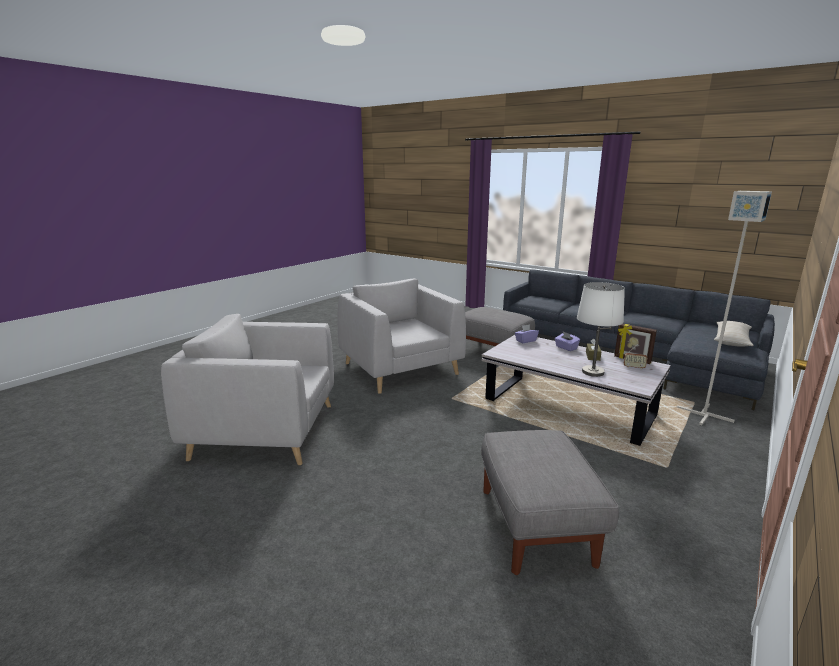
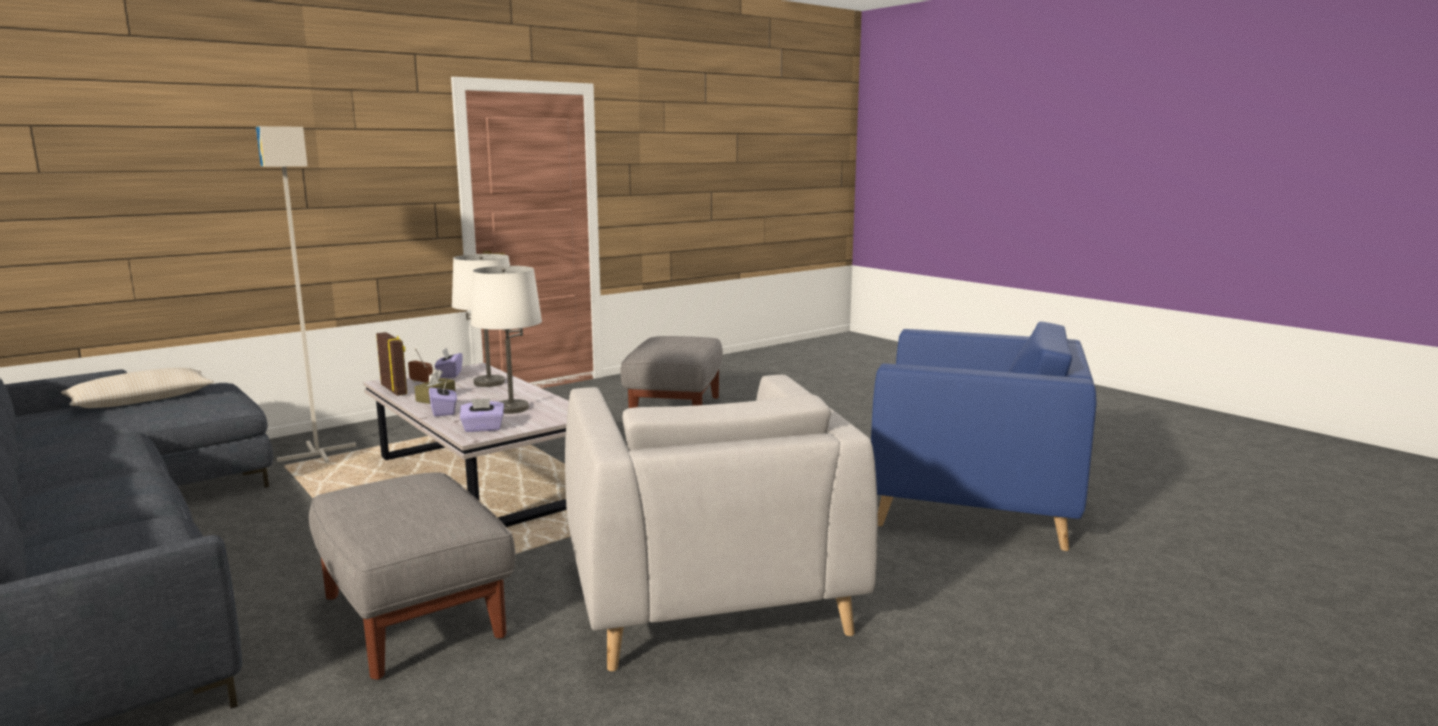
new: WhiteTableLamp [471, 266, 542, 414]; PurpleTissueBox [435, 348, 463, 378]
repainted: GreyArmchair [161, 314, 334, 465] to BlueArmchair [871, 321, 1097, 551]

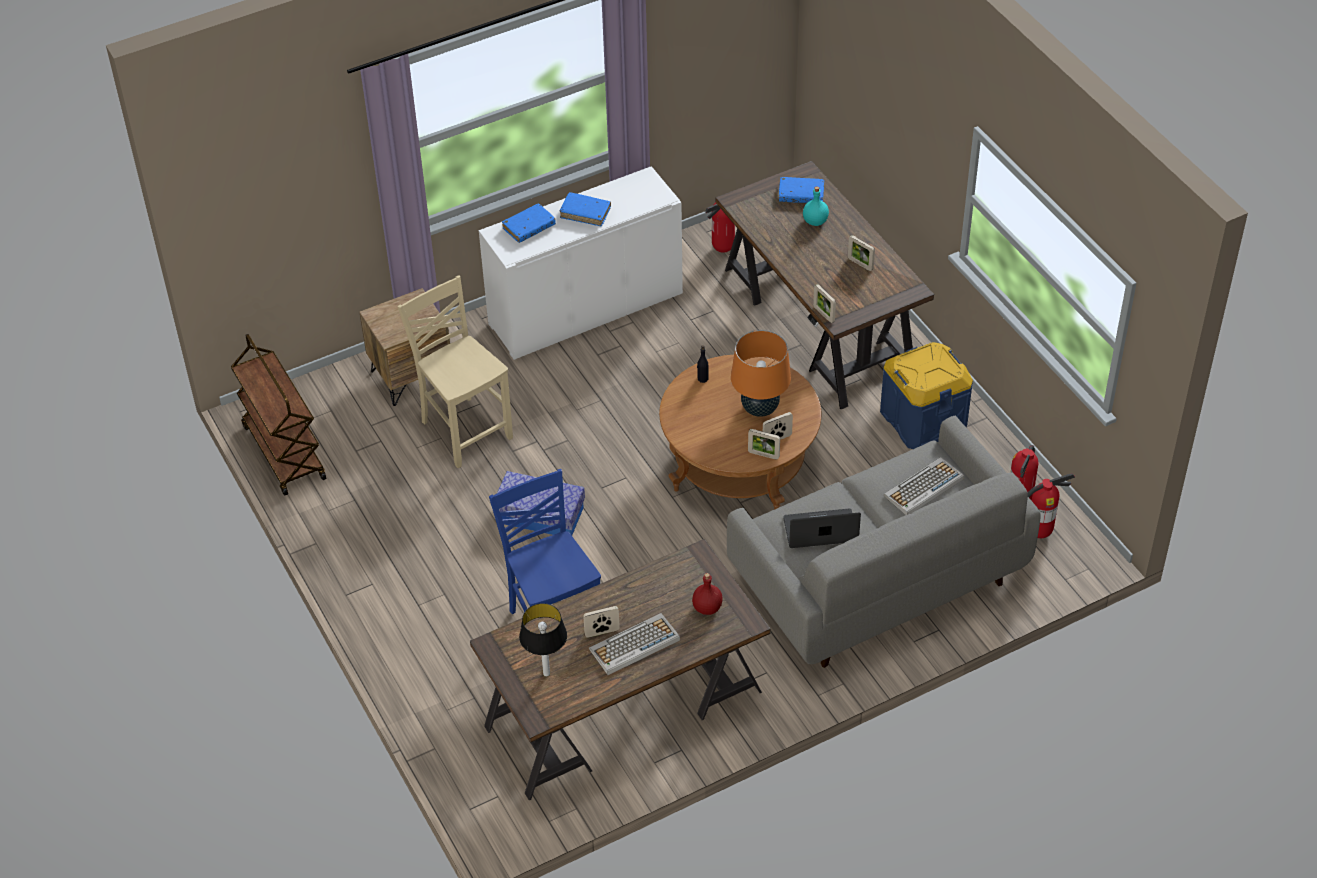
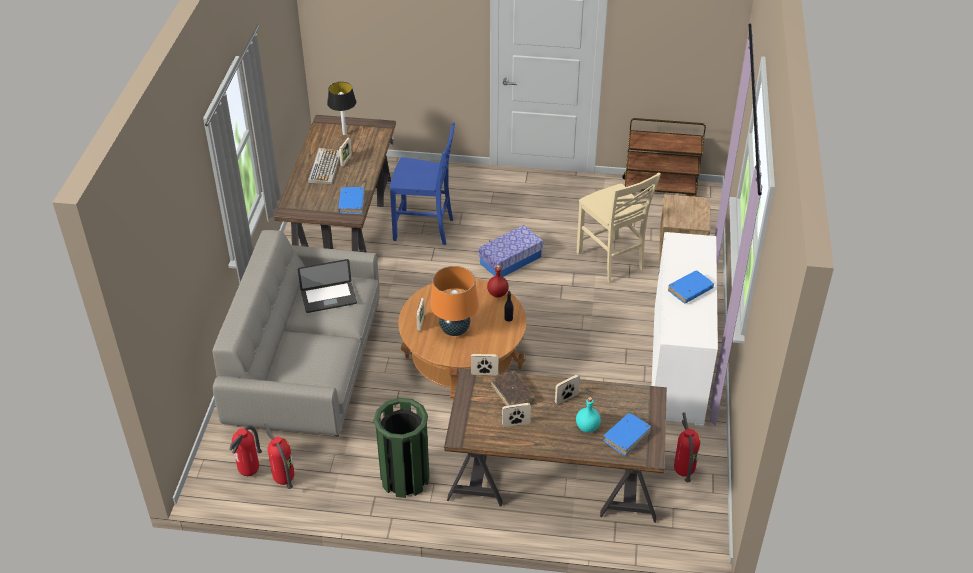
gone: Keyboard [884, 457, 964, 515]
new: BrownBook [491, 371, 535, 406]
shifted: BlueBook [502, 204, 556, 243] to [338, 187, 365, 214]; PictureFrame [748, 429, 780, 460] to [555, 374, 580, 405]; RedBottle [692, 573, 723, 615] to [487, 265, 509, 297]
swapped: BlueStorageBox [880, 342, 973, 449] to GreenTrashCan [374, 398, 430, 498]
rotated: BeigeChair [398, 275, 513, 468] = [577, 172, 661, 283] 60 degrees clockwise; Laptop [783, 508, 861, 548] = [298, 259, 357, 313] 45 degrees clockwise

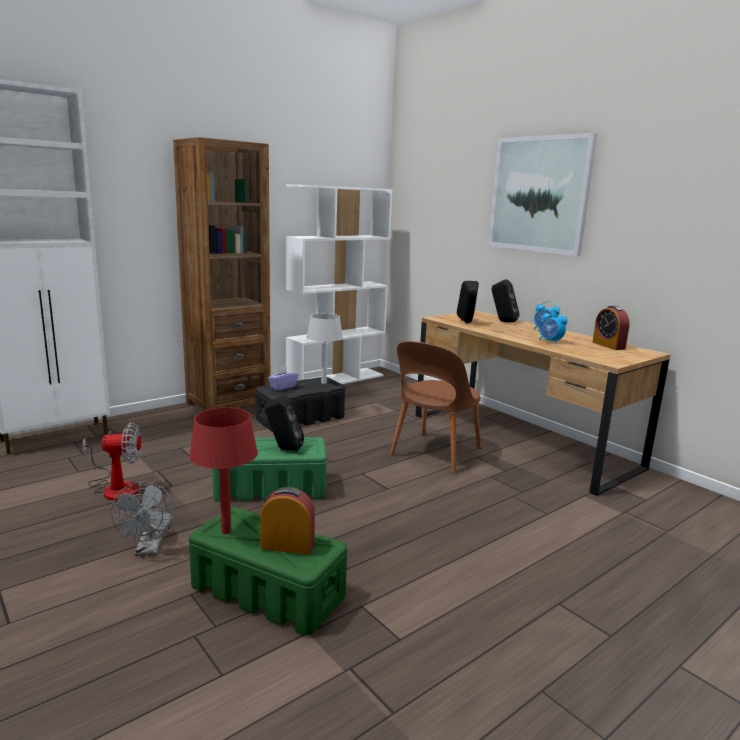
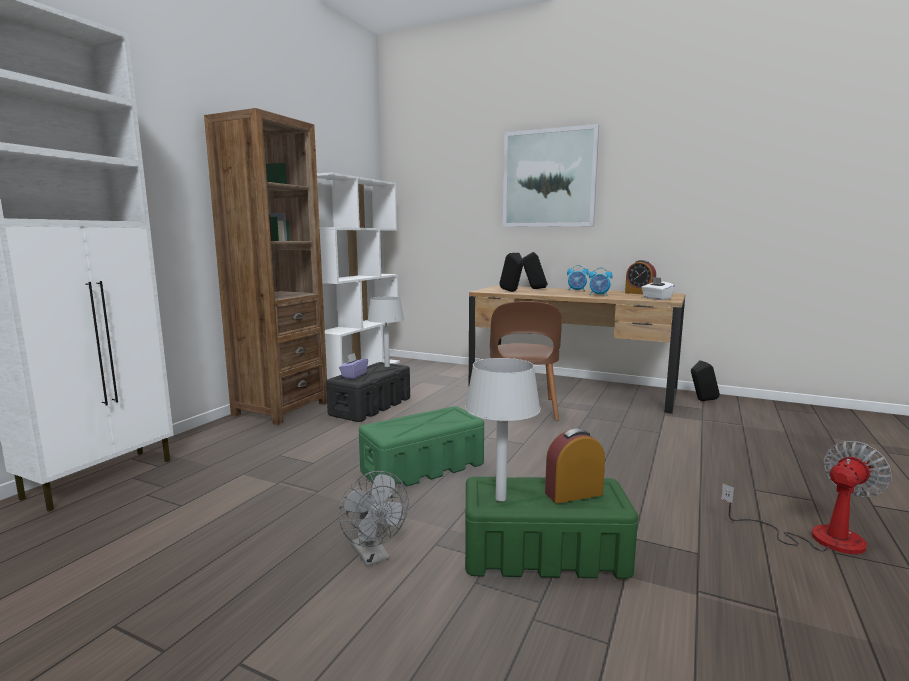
new: WhiteTissueBox [641, 277, 675, 300]
shifted: BlackSpeaker [264, 395, 304, 451] to [691, 360, 720, 401]; Fan [82, 422, 142, 501] to [721, 441, 892, 554]
repainted: RedTableLamp [189, 408, 258, 534] to GreyTableLamp [465, 358, 541, 501]

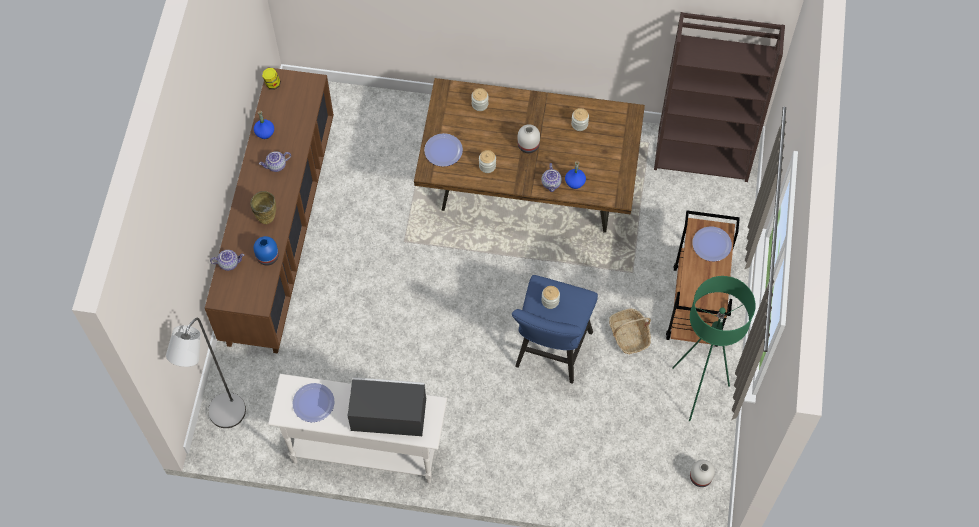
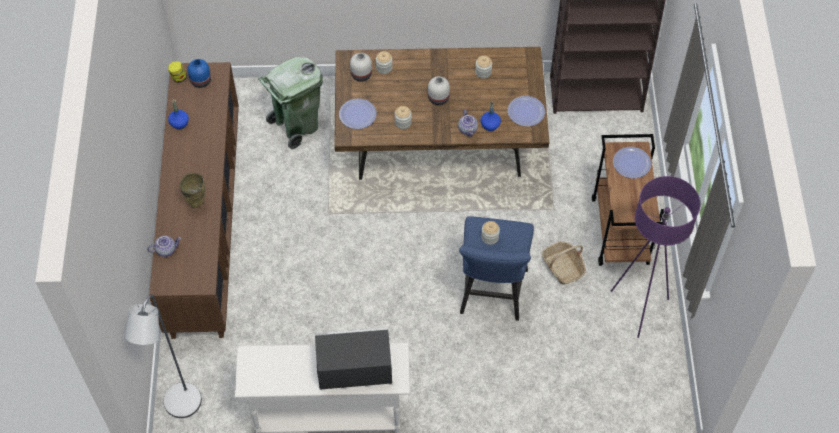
gone: Teapot [259, 151, 291, 172]
new: GreenTrashCan [258, 57, 323, 149]
shifted: BlueVase [254, 236, 279, 266] to [188, 59, 211, 88]; Plate [293, 383, 334, 422] to [508, 96, 545, 126]; WhiteVase [690, 460, 715, 487] to [350, 53, 372, 82]
repainted: GreenFloorLamp [672, 276, 756, 421] to PurpleFloorLamp [611, 176, 700, 338]

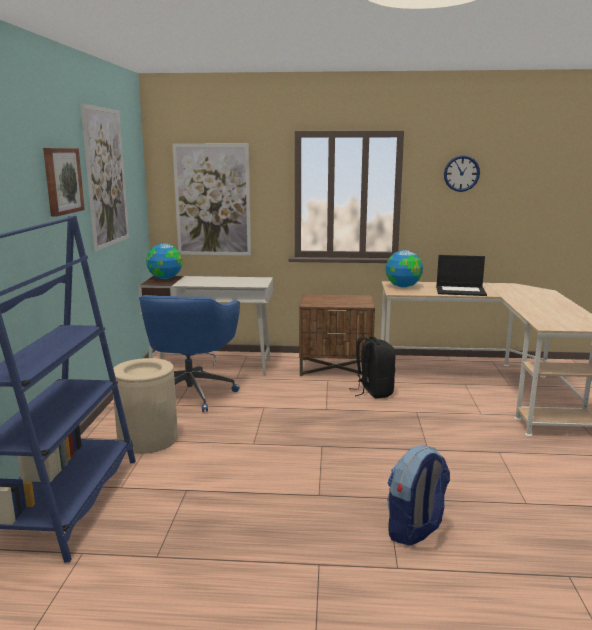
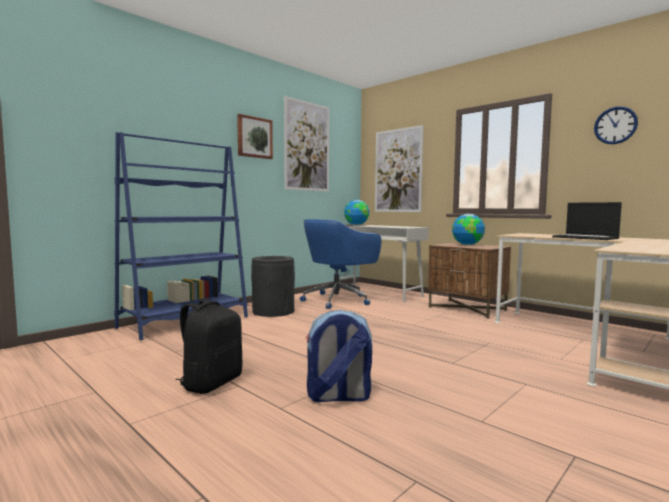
shifted: Globe [386, 250, 423, 288] to [452, 214, 485, 245]; BlackBackpack [349, 337, 395, 399] to [176, 299, 242, 394]
repainted: BeigeTrashCan [113, 358, 178, 454] to BlackTrashCan [251, 256, 295, 317]

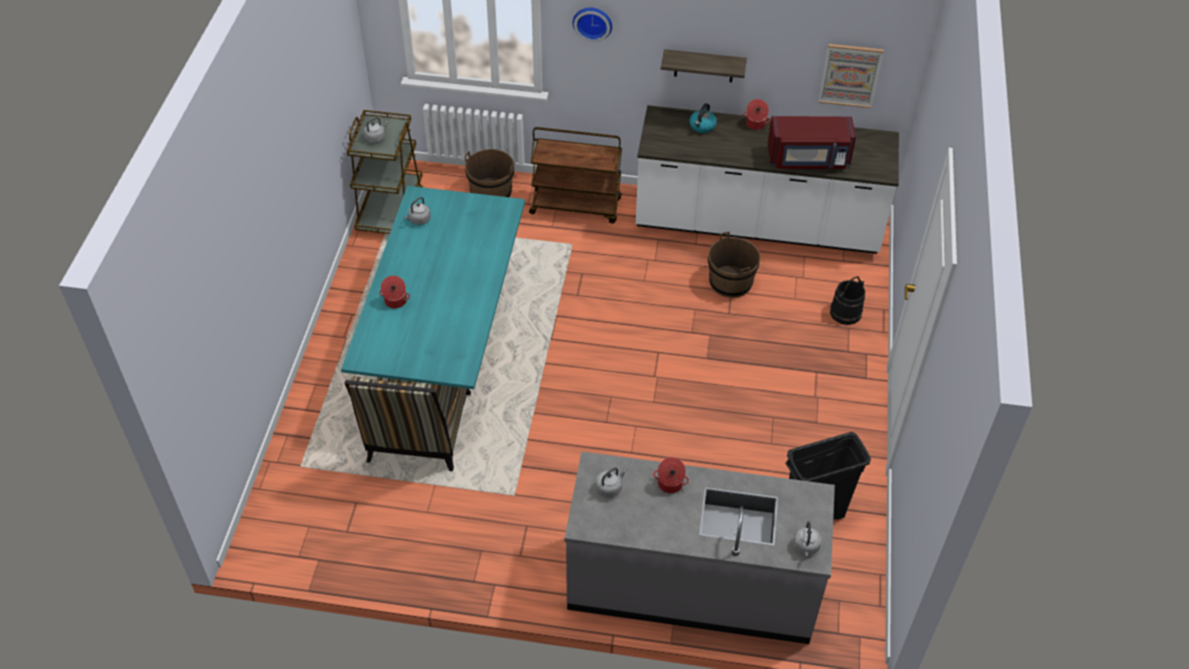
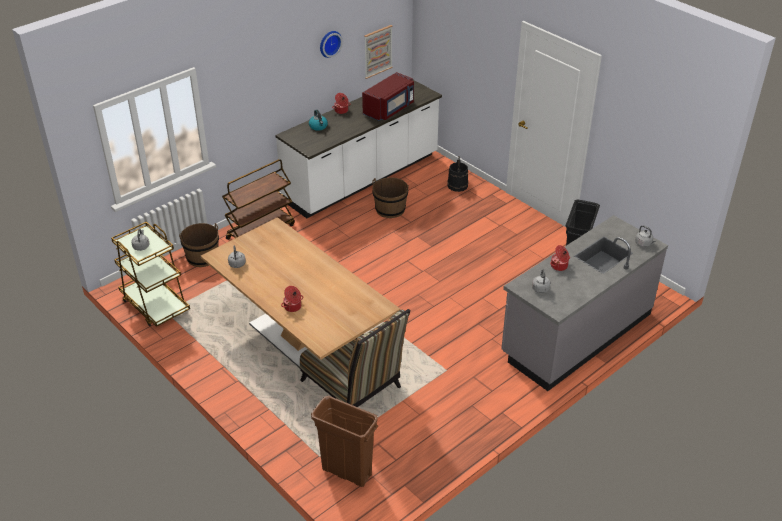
gone: Shelf [661, 49, 747, 83]
new: BrownTrashCan [311, 395, 378, 487]
shifted: WallClock [573, 8, 612, 42] to [320, 31, 343, 58]
repainted: TurquoiseDiningTable [341, 186, 525, 403] to BeigeDiningTable [201, 217, 400, 368]

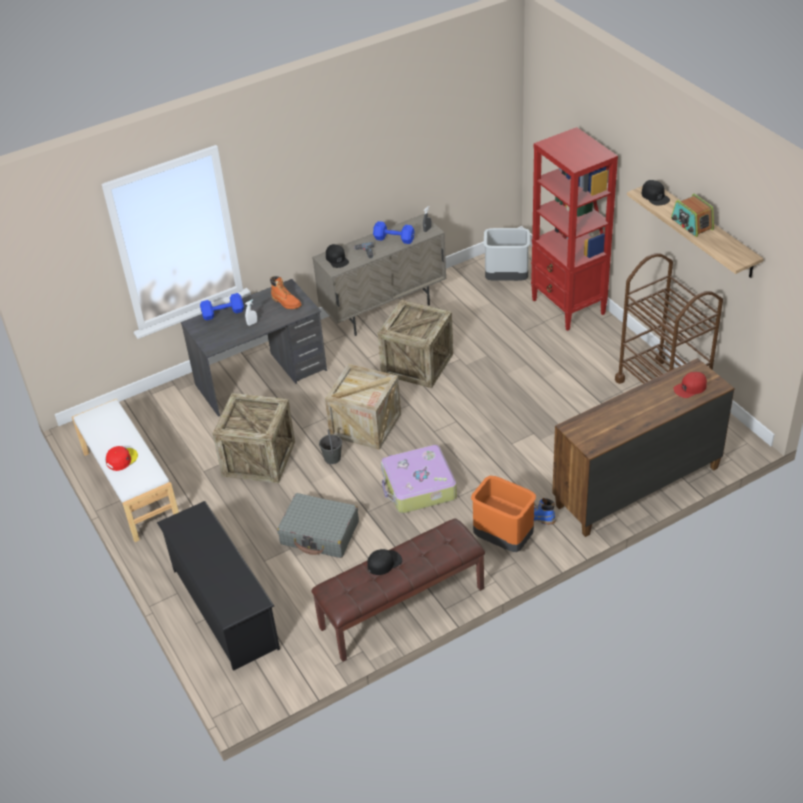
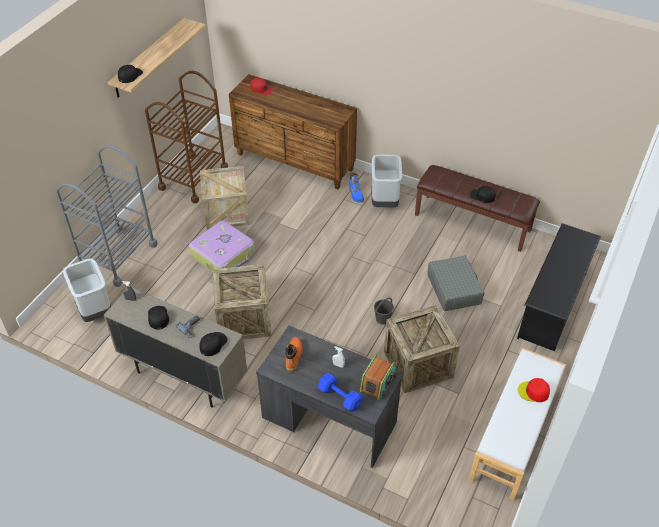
shifted: Radio [671, 194, 714, 237] to [360, 355, 397, 401]; Crate [325, 364, 401, 450] to [200, 166, 250, 230]; Suitcase [381, 445, 457, 513] to [189, 221, 255, 272]
swapped: RedBookcase [531, 127, 618, 331] to GreyCart [55, 145, 157, 287]; BlueDumbbell [373, 221, 415, 244] to BlackCap [148, 306, 169, 330]
repainted: OrangeTrashCan [471, 476, 536, 552] to GreyTrashCan [372, 154, 402, 207]

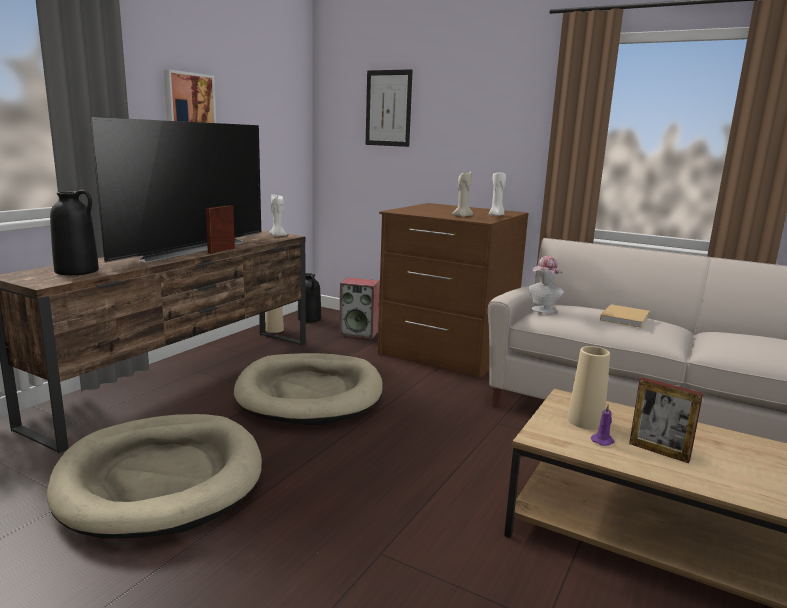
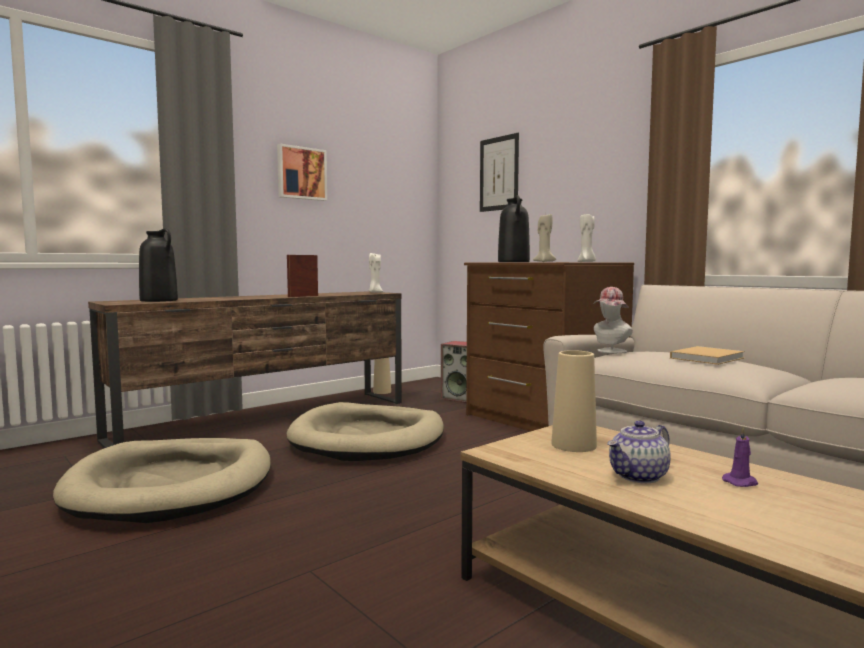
gone: Television [90, 117, 261, 263]
shifted: BlackVase [298, 273, 321, 322] to [498, 195, 530, 262]; PurpleCandle [591, 404, 615, 446] to [722, 426, 758, 487]
swapped: PictureFrame [629, 377, 703, 463] to Teapot [608, 420, 671, 483]

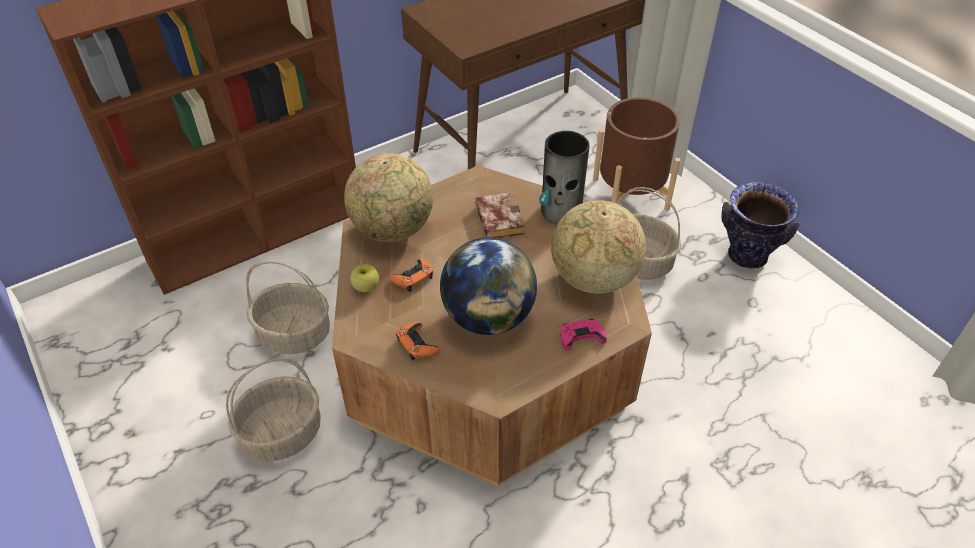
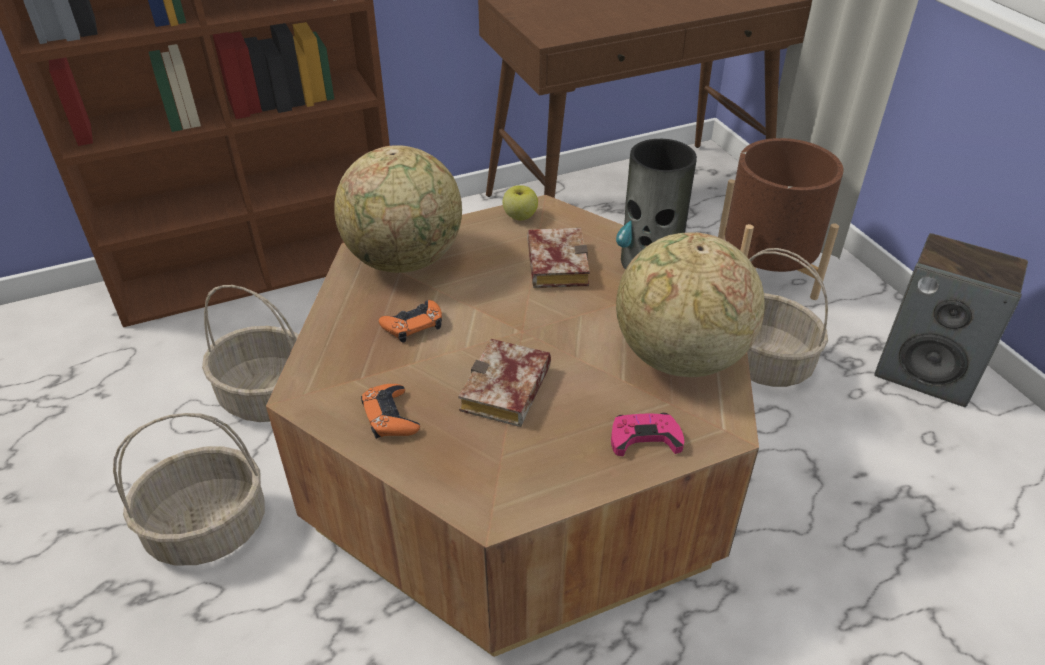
shifted: Apple [350, 264, 379, 292] to [503, 185, 538, 221]
swapped: Vase [722, 182, 799, 269] to Speaker [874, 233, 1028, 407]; Globe [440, 237, 537, 335] to Book [458, 339, 551, 427]

